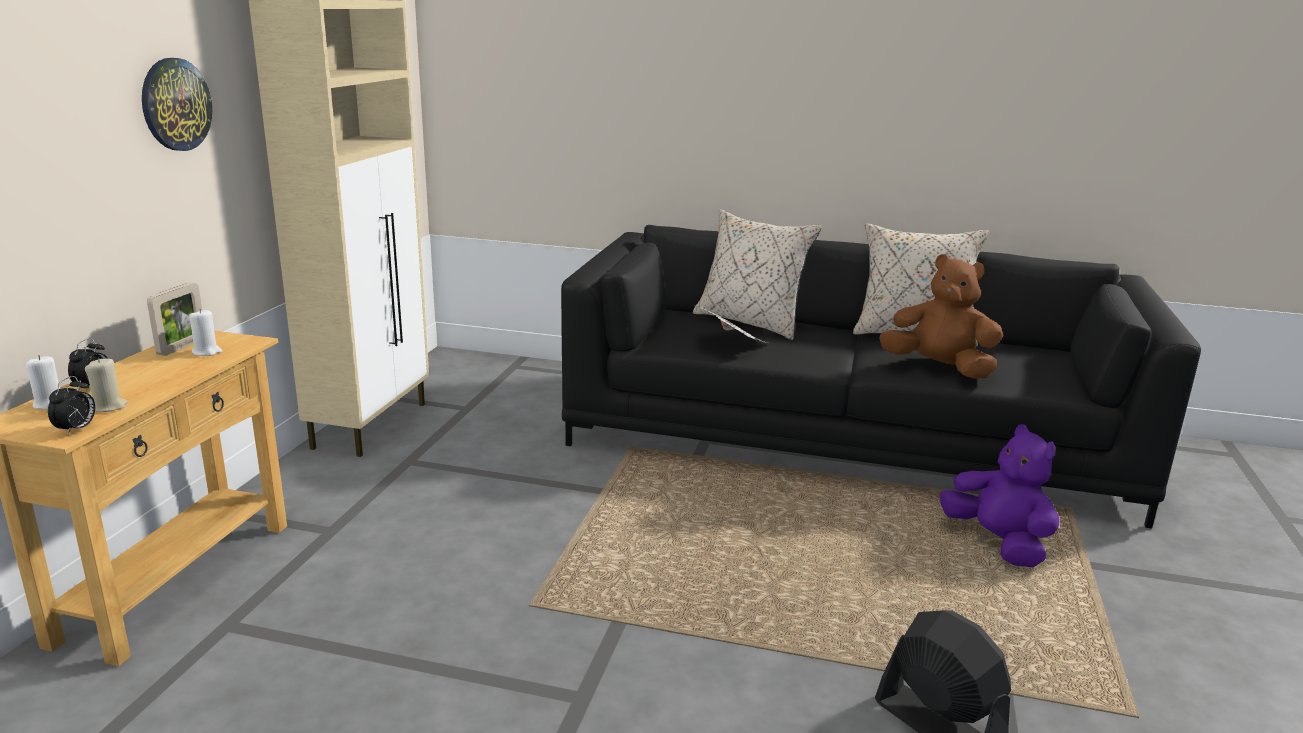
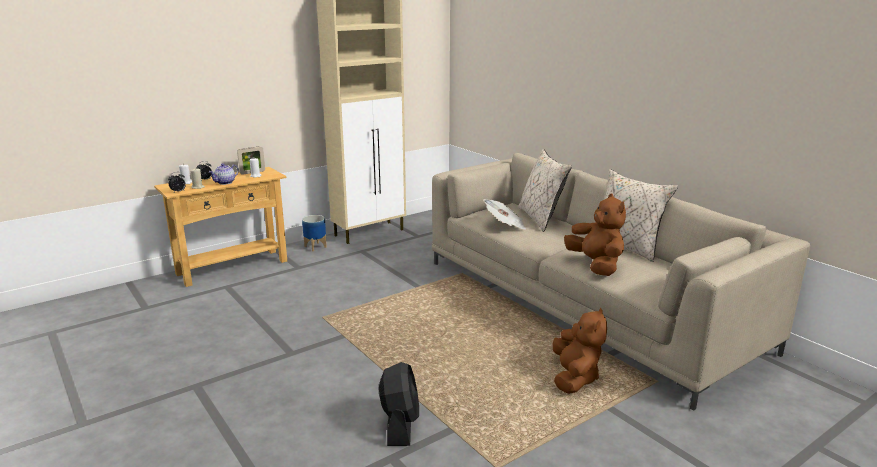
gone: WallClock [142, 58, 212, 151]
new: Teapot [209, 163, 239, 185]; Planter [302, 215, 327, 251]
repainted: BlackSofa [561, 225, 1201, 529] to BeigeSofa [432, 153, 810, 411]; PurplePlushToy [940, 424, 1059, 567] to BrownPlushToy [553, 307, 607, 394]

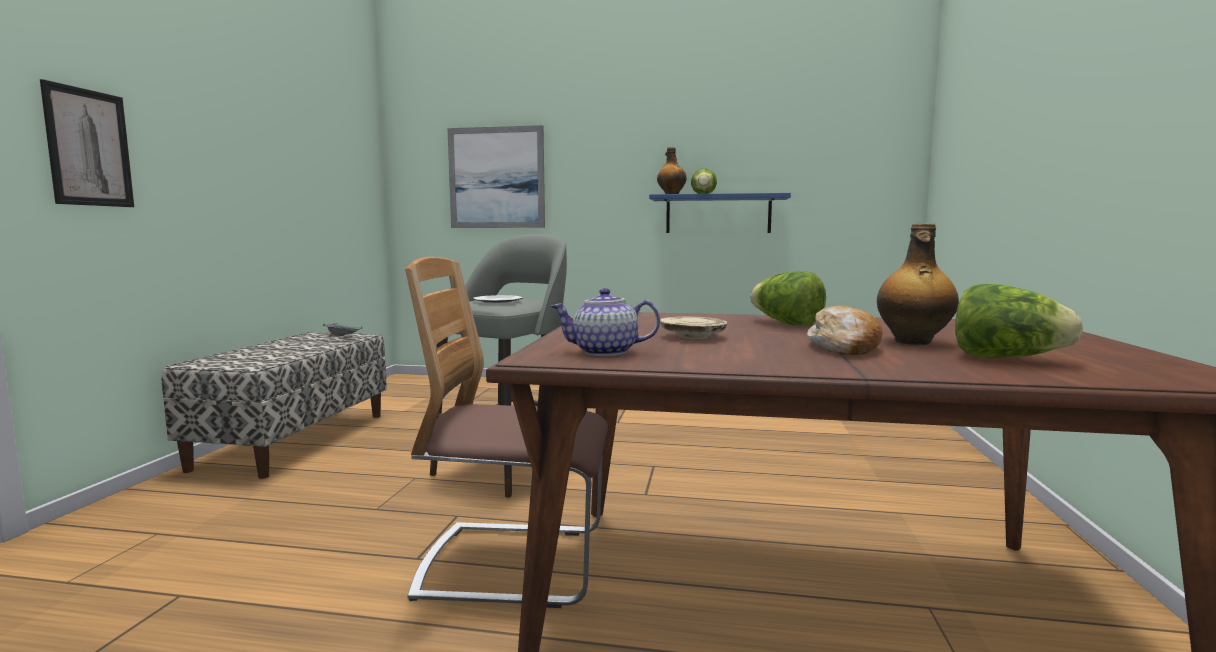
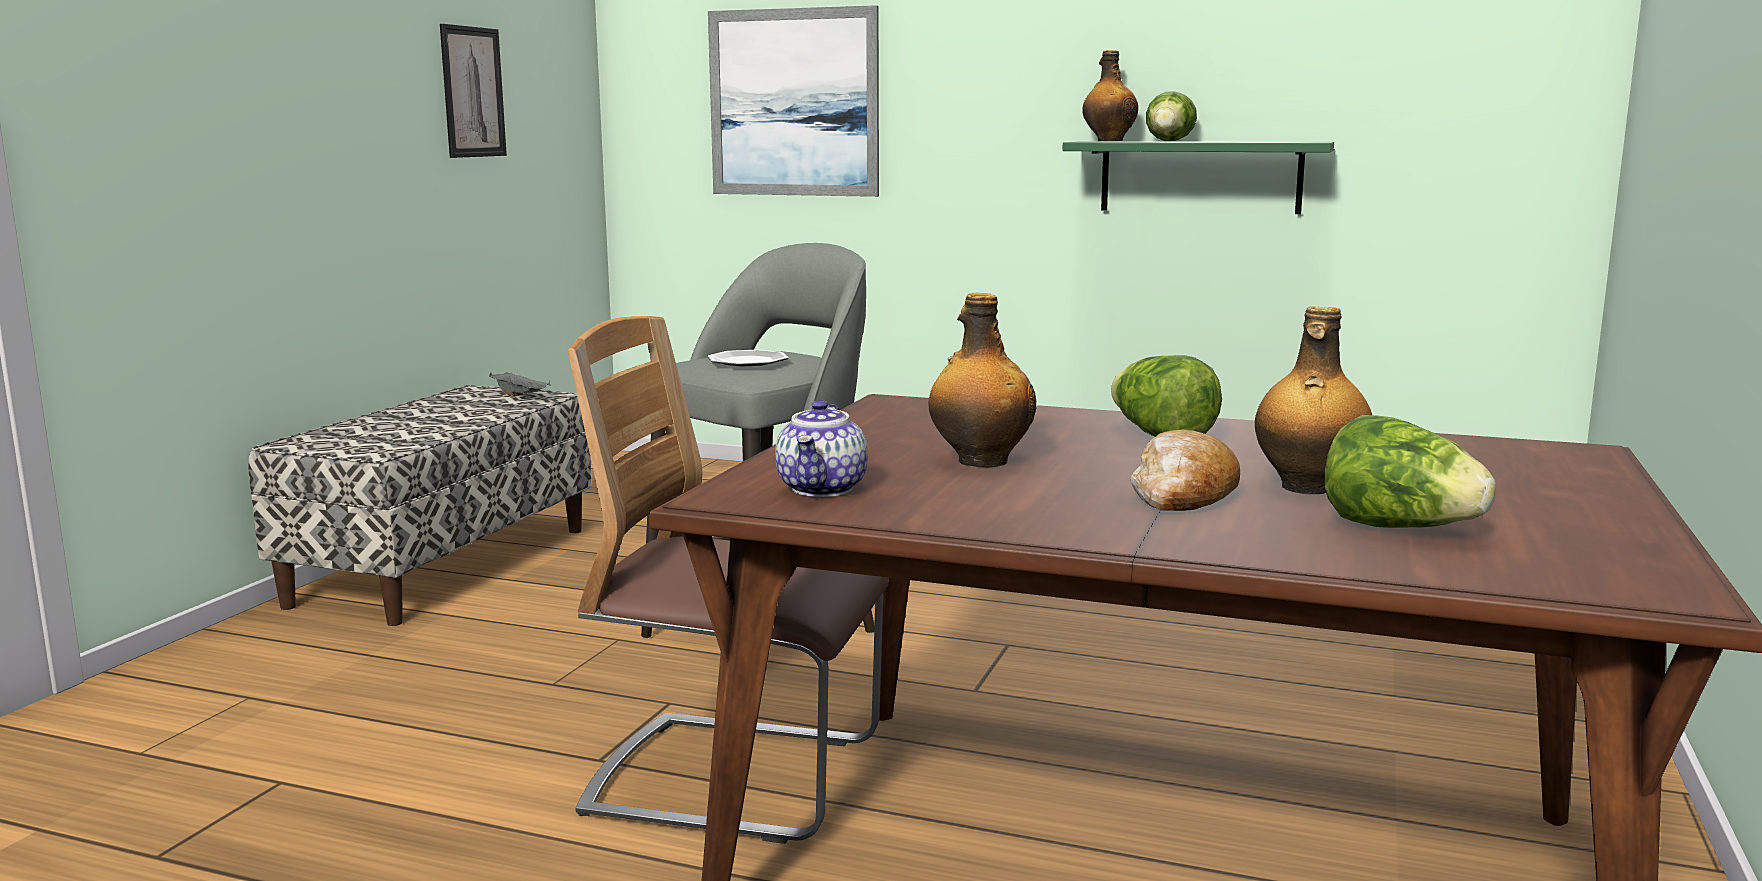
shifted: Picture [40, 79, 134, 207] to [440, 24, 507, 158]
swapped: BeigePlate [660, 316, 728, 339] to Bottle [928, 293, 1037, 467]
repainted: BlueShelf [649, 193, 791, 233] to GreenShelf [1063, 141, 1334, 214]
rotated: Teapot [551, 288, 660, 356] = [775, 400, 868, 497] 90 degrees counterclockwise

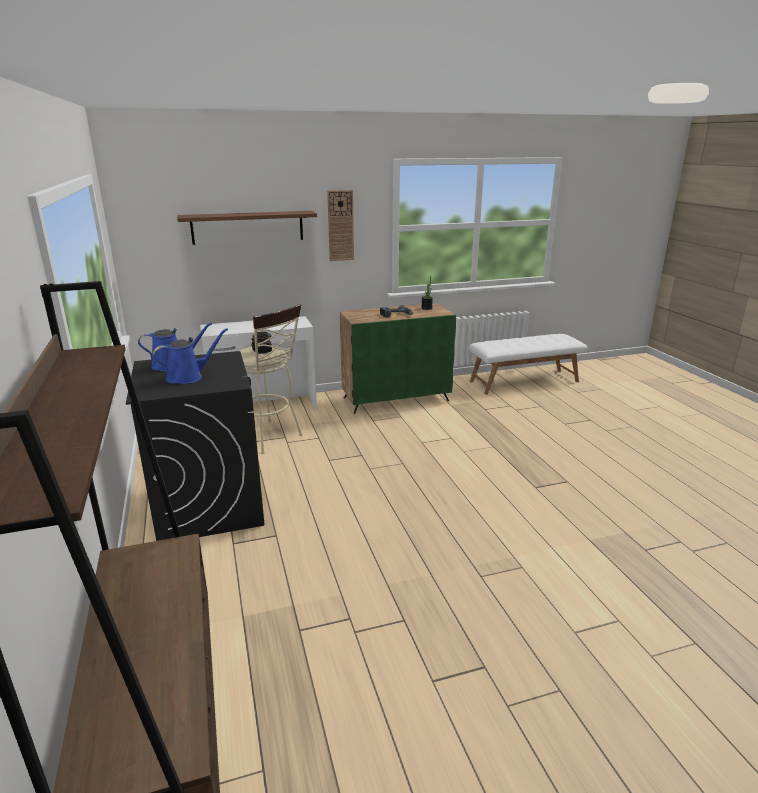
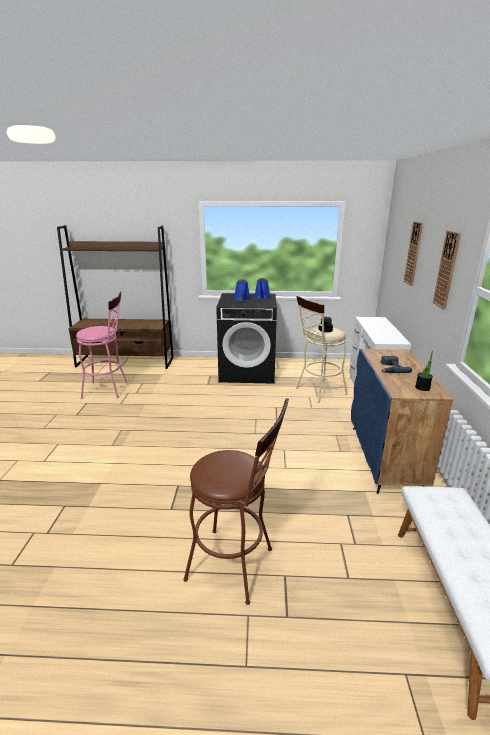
new: PinkStool [76, 291, 127, 399]; BrownStool [183, 398, 289, 605]
swapped: Shelf [177, 211, 317, 245] to WallClock [404, 221, 423, 286]
repainted: GreenCabinet [340, 303, 456, 414] to BlueCabinet [351, 349, 453, 494]

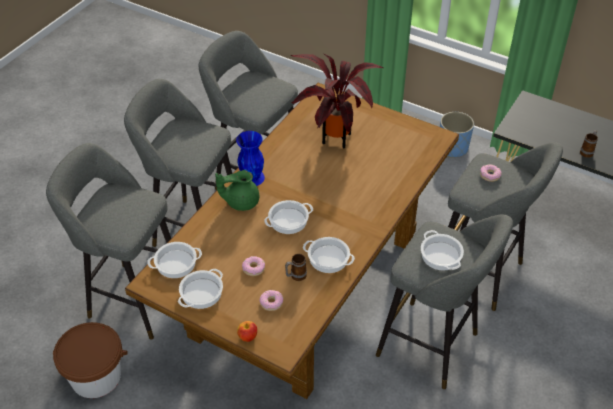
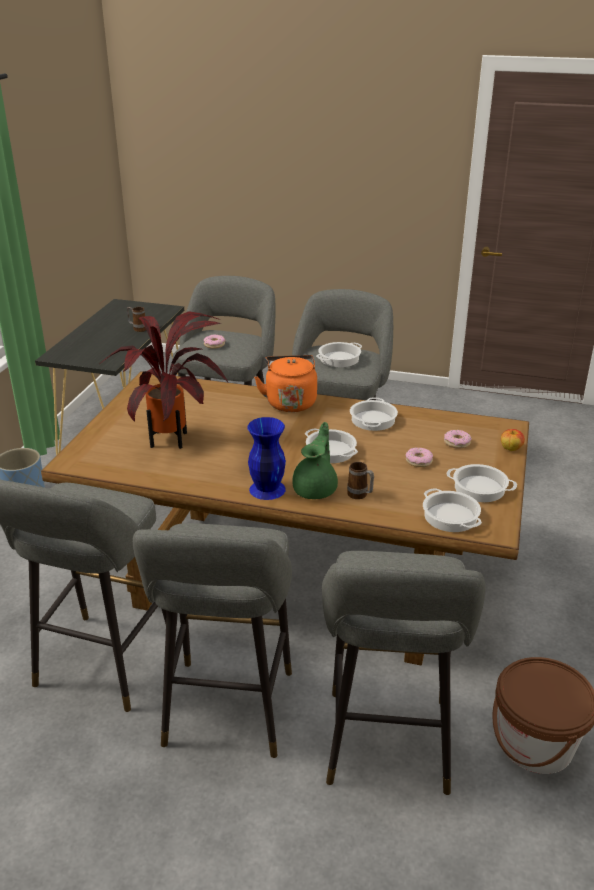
new: OrangeKettle [254, 355, 317, 412]
shifted: Mug [285, 254, 307, 281] to [347, 462, 374, 499]
rotated: GreenTeapot [215, 170, 259, 211] = [292, 422, 338, 499] 135 degrees counterclockwise

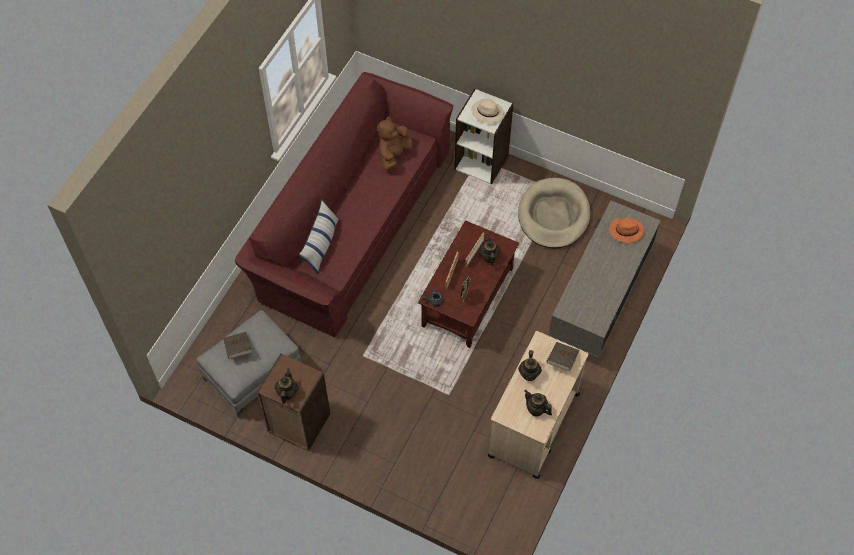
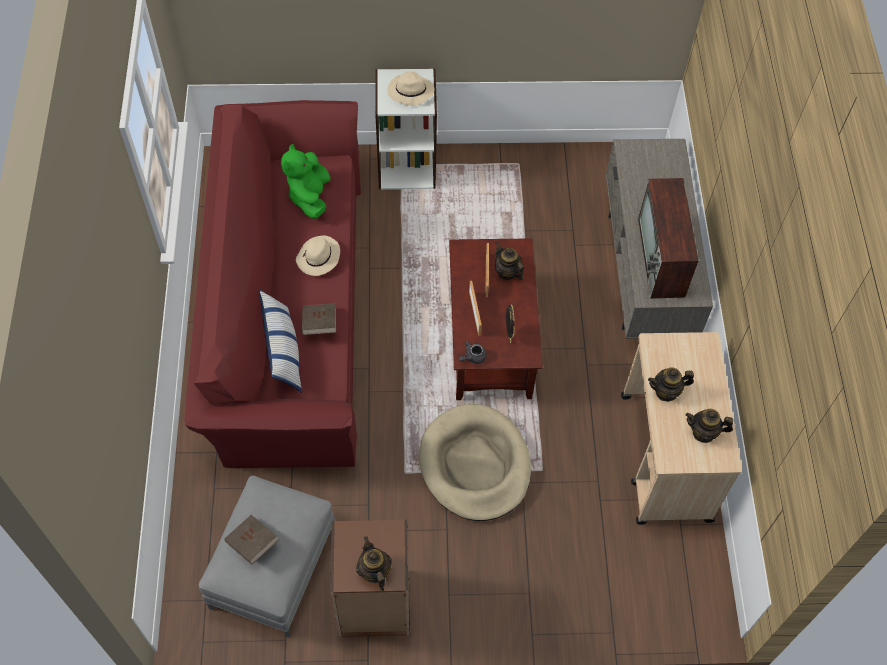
gone: OrangeHat [609, 218, 644, 243]
new: Television [638, 178, 698, 299]; BeigeHat [296, 235, 340, 276]
shifted: BeigeDogBed [518, 178, 590, 249] to [419, 404, 531, 521]; BrownBook [547, 342, 579, 372] to [302, 304, 336, 335]
repainted: BrownPlushToy [377, 116, 413, 171] to GreenPlushToy [281, 144, 331, 219]
rotated: Teapot [518, 350, 542, 381] = [648, 367, 694, 402] 105 degrees clockwise

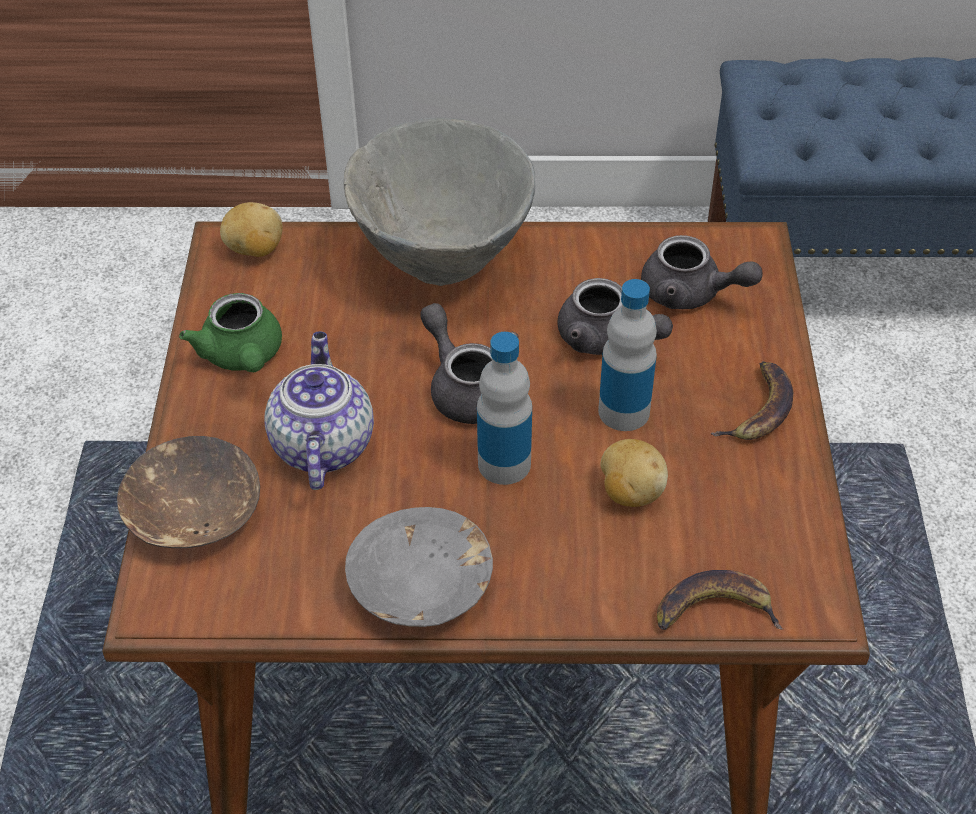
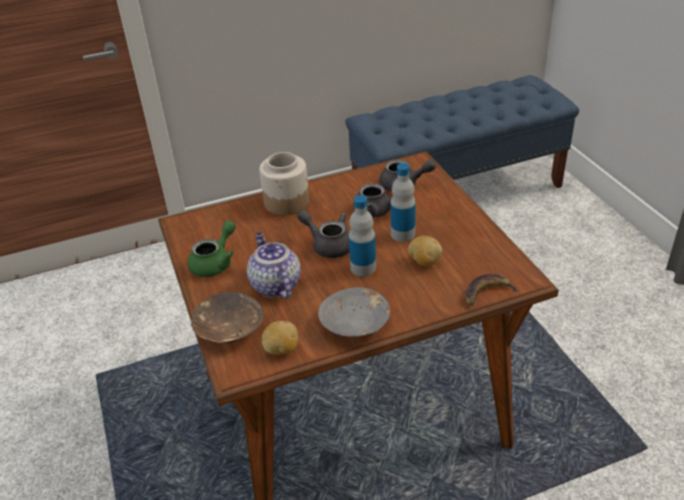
gone: Banana [710, 361, 793, 440]
shifted: Potato [220, 202, 283, 257] to [262, 321, 298, 355]
swapped: GreyBowl [344, 118, 535, 286] to Jar [259, 152, 309, 215]
rotated: GreenTeapot [179, 293, 282, 372] = [188, 220, 236, 277] 105 degrees counterclockwise

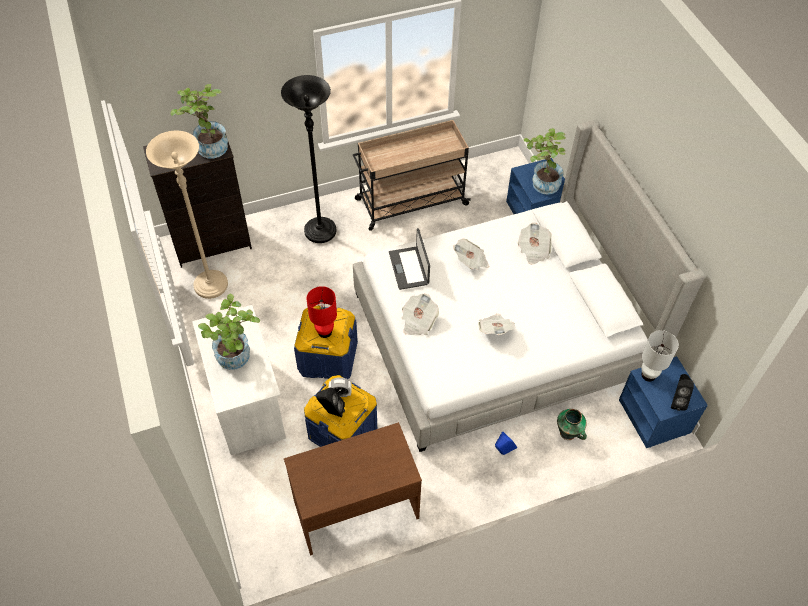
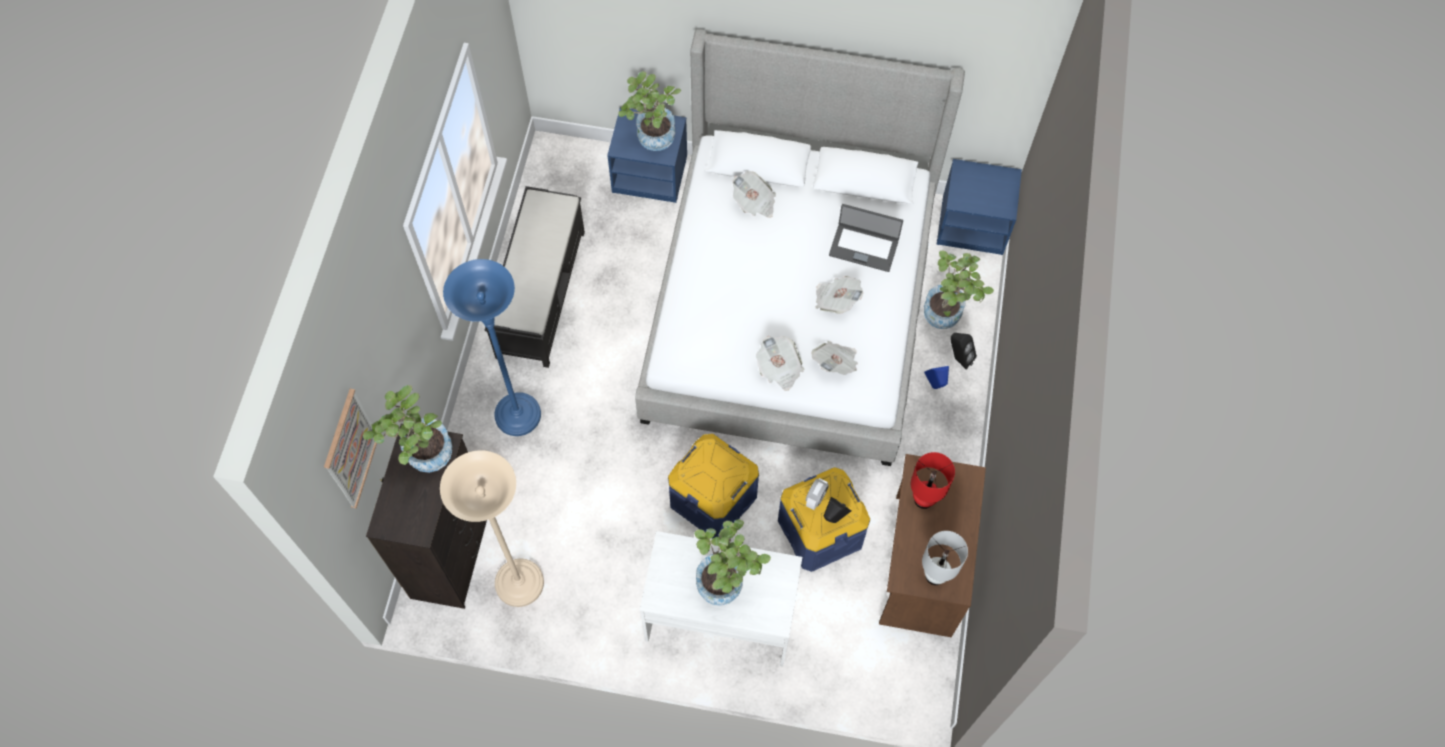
new: Picture [324, 389, 377, 508]
shifted: Laptop [389, 228, 430, 290] to [829, 204, 903, 272]; Newspaper [453, 239, 489, 270] to [812, 341, 858, 375]; RedTableLamp [307, 286, 337, 338] to [911, 452, 955, 509]; WhiteTableLamp [641, 330, 679, 381] to [922, 531, 968, 585]; BlackSpeaker [671, 374, 694, 411] to [950, 333, 977, 369]
swapped: BeigeCart [353, 120, 471, 231] to BlackBench [485, 186, 585, 368]; Vase [557, 409, 587, 440] to PottedPlant [924, 250, 994, 329]
repainted: BlackFloorLamp [281, 75, 336, 243] to BlueFloorLamp [443, 259, 541, 436]

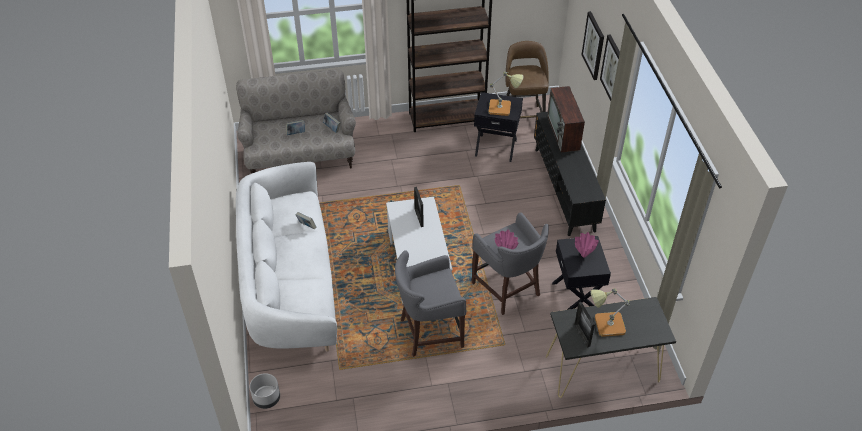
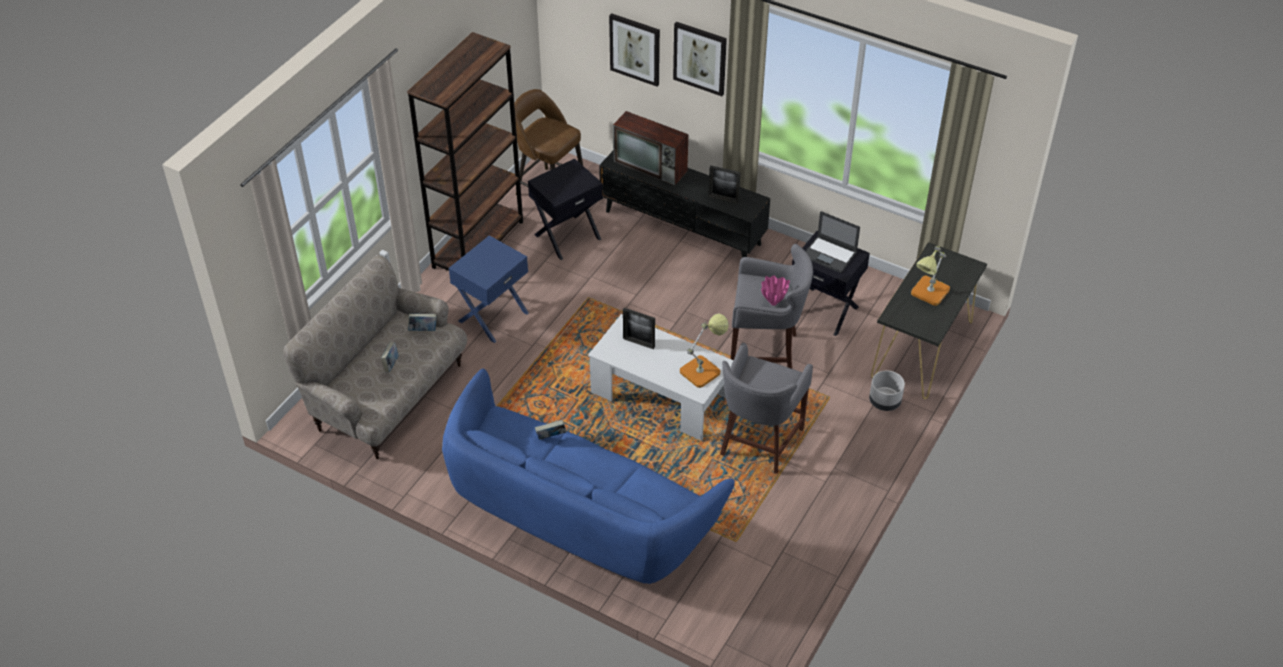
new: BlueSideTable [449, 235, 529, 343]
shifted: TableLamp [489, 71, 524, 116] to [680, 314, 729, 388]; PictureFrame [574, 302, 595, 347] to [708, 165, 741, 204]; GreyPlanter [250, 373, 280, 409] to [869, 370, 905, 411]
swapped: PinkVase [575, 232, 599, 257] to Laptop [805, 211, 860, 273]
repainted: WhiteSofa [236, 162, 337, 351] to BlueSofa [442, 368, 735, 584]

